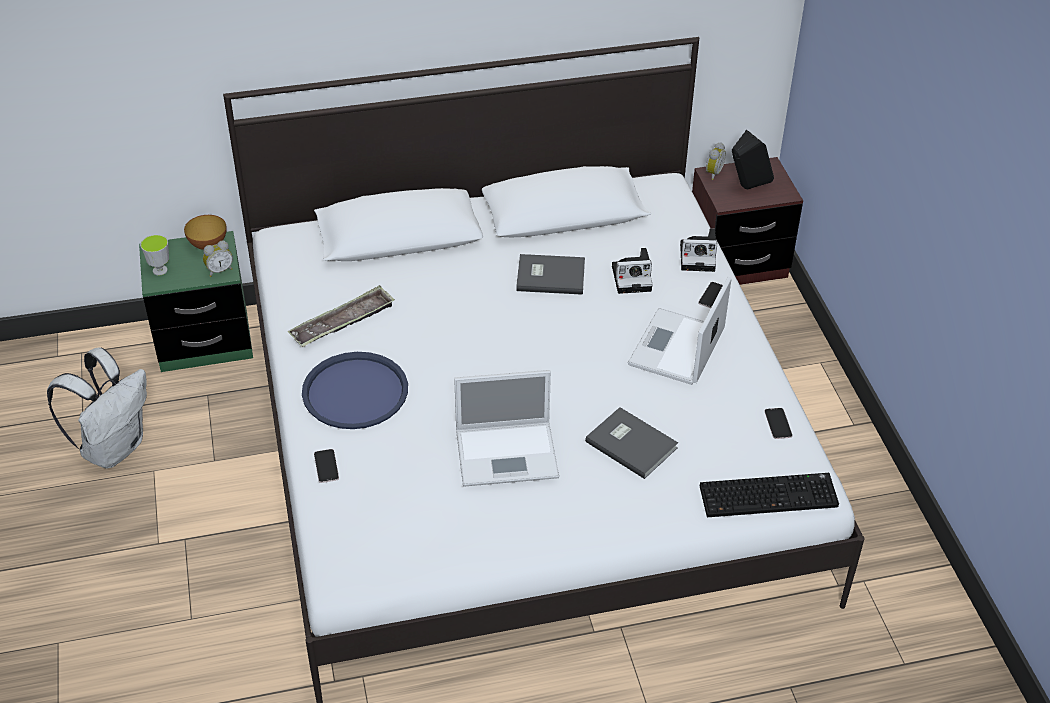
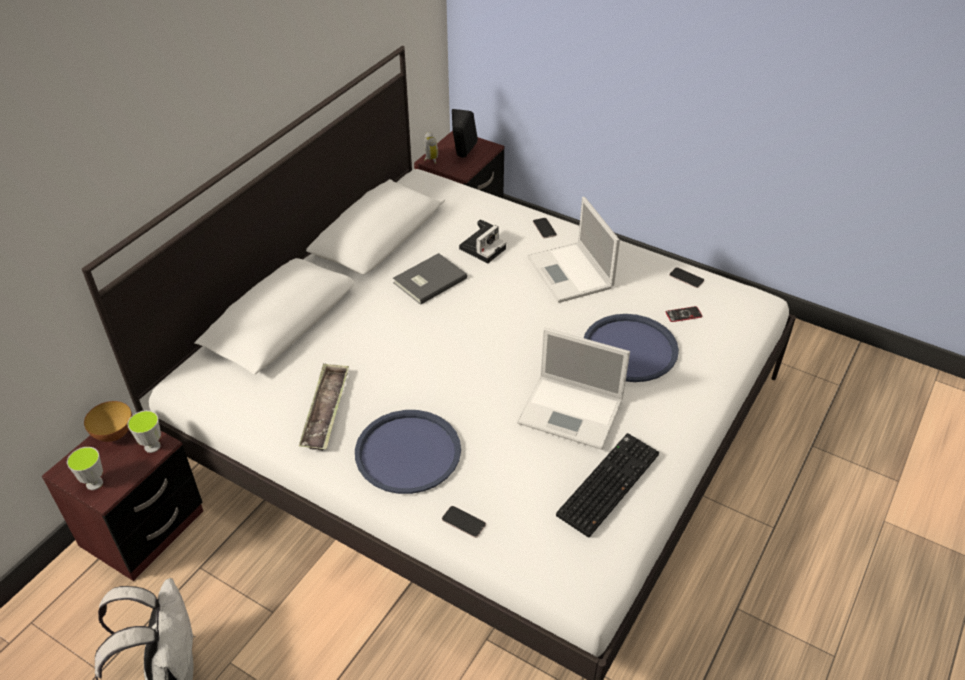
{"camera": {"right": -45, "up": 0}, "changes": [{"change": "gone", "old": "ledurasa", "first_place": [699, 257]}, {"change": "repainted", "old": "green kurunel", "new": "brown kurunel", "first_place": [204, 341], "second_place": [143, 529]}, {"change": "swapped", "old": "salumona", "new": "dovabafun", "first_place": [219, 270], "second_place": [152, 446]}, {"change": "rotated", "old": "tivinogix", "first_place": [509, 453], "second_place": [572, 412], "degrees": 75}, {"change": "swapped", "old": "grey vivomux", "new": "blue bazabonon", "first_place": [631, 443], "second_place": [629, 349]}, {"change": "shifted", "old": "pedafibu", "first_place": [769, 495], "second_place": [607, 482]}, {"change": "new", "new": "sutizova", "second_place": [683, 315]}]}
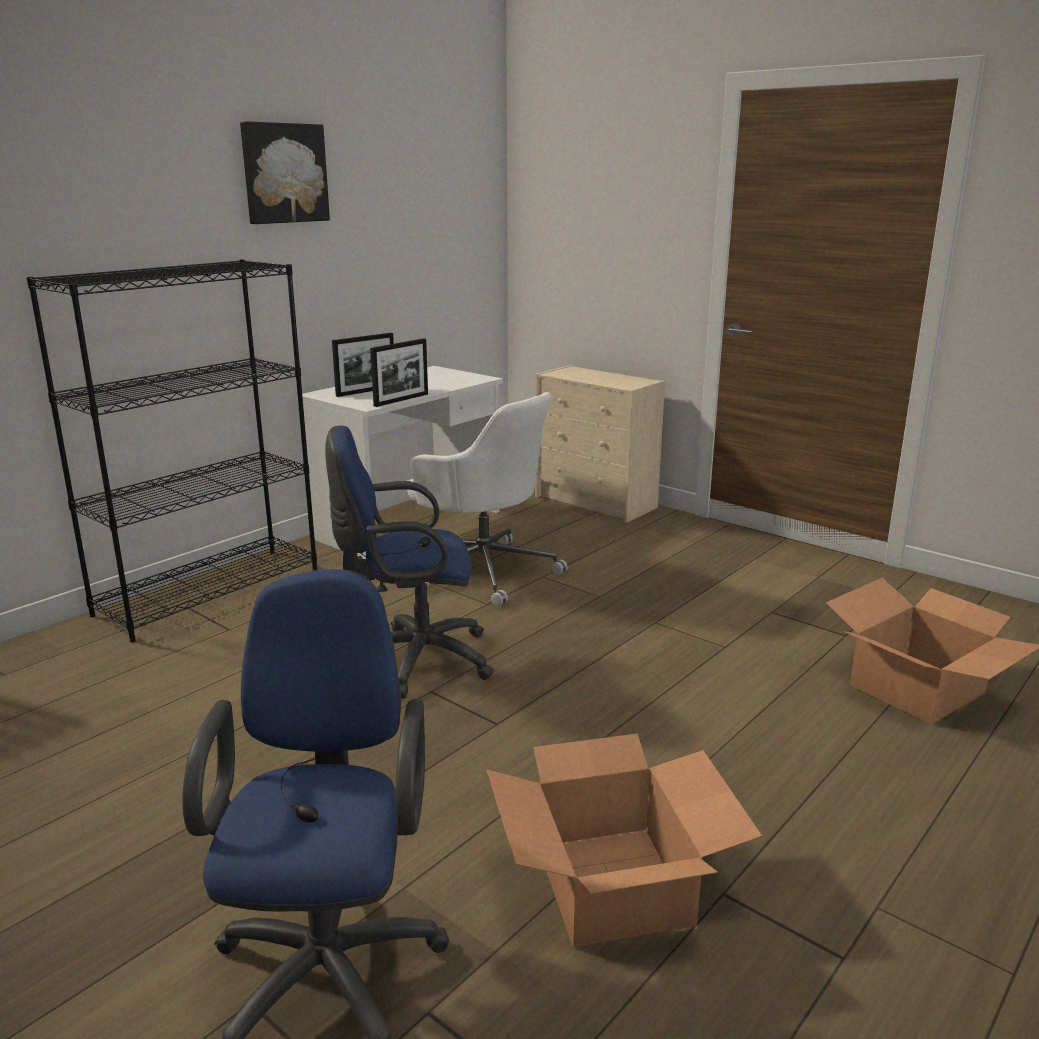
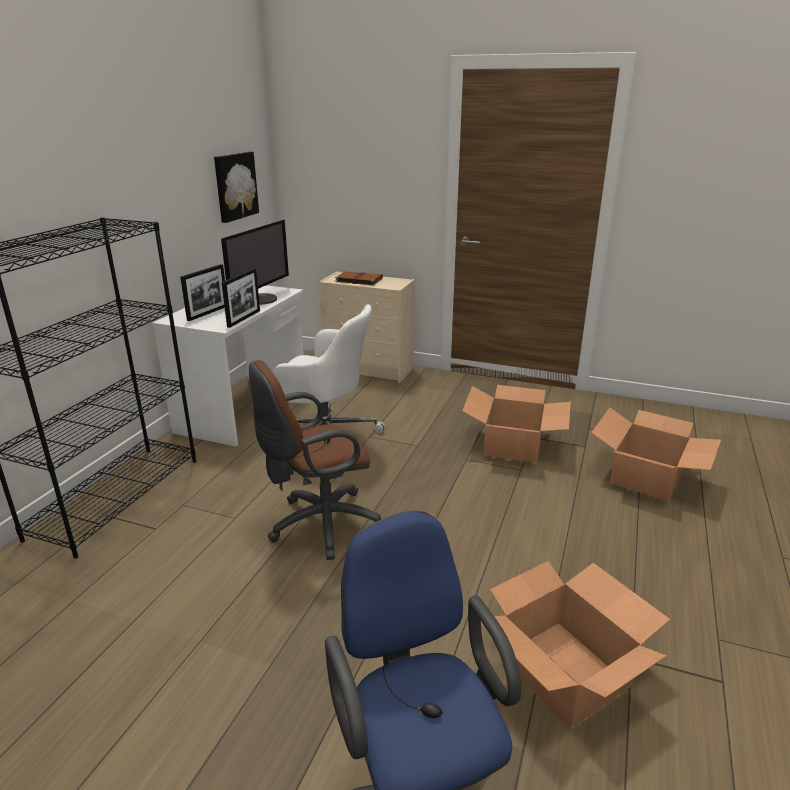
{"camera": {"right": -20, "up": 5}, "changes": [{"change": "shifted", "old": "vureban", "first_place": [284, 173], "second_place": [235, 186]}, {"change": "repainted", "old": "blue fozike", "new": "brown fozike", "first_place": [412, 660], "second_place": [319, 525]}, {"change": "new", "new": "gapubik", "second_place": [260, 299]}, {"change": "new", "new": "brown vivomux", "second_place": [358, 280]}, {"change": "new", "new": "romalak", "second_place": [514, 444]}]}
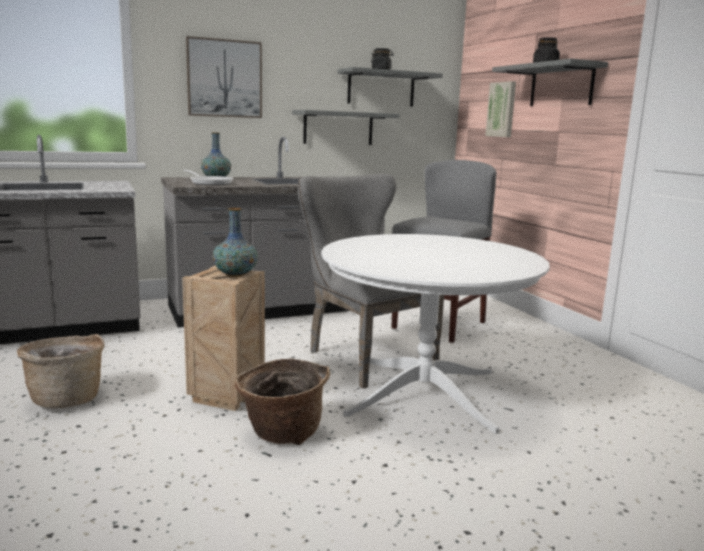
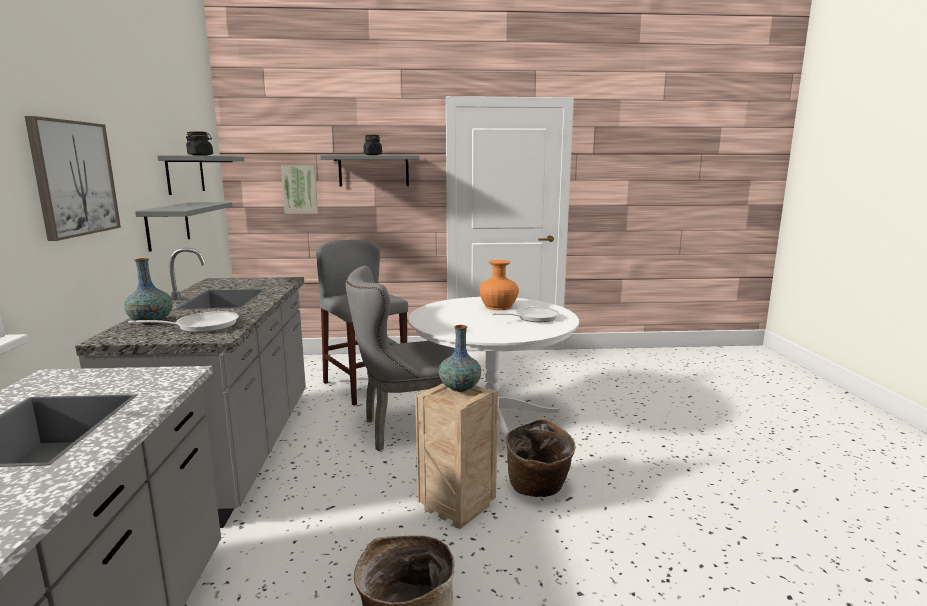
{"camera": {"right": -70, "up": 0}, "changes": [{"change": "new", "new": "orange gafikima", "second_place": [498, 306]}, {"change": "new", "new": "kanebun", "second_place": [532, 318]}]}
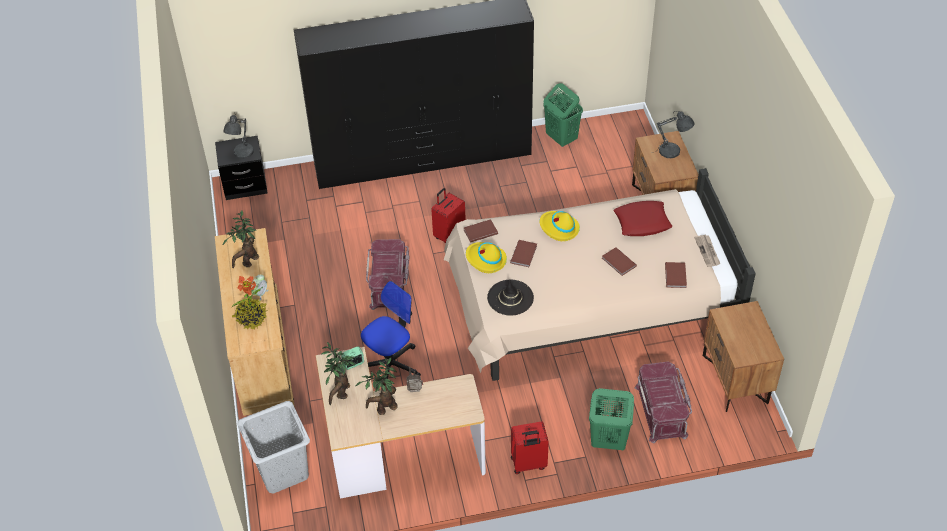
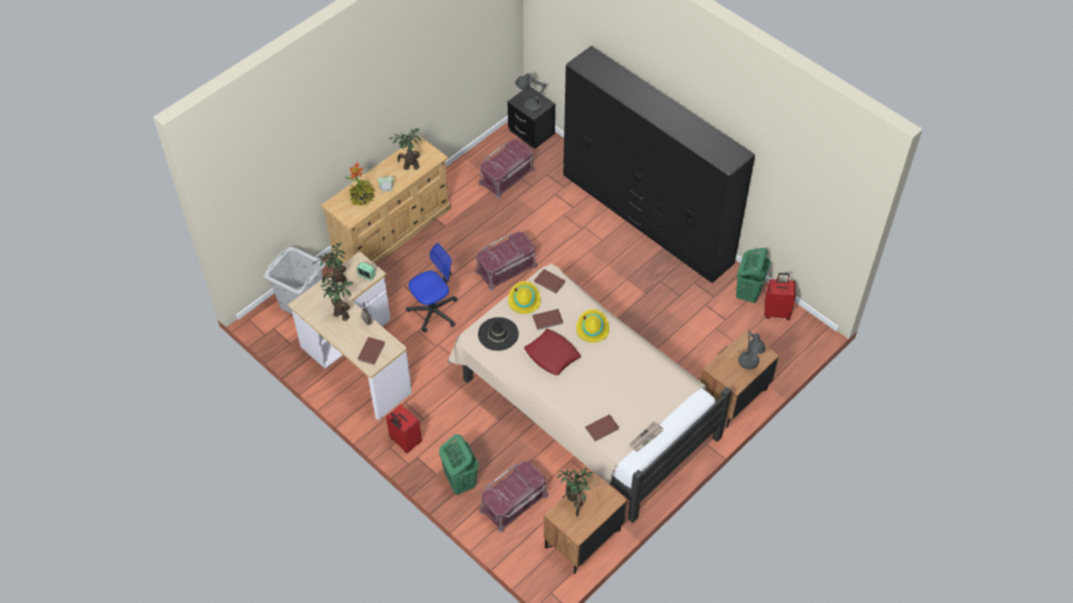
{"camera": {"right": 55, "up": 5}, "changes": [{"change": "shifted", "old": "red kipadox", "first_place": [449, 235], "second_place": [776, 312]}, {"change": "shifted", "old": "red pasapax", "first_place": [642, 222], "second_place": [552, 355]}, {"change": "shifted", "old": "brown vivomux", "first_place": [618, 263], "second_place": [370, 351]}, {"change": "rotated", "old": "fozike", "first_place": [391, 364], "second_place": [433, 311], "degrees": -45}, {"change": "new", "new": "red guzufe", "second_place": [507, 177]}, {"change": "new", "new": "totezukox", "second_place": [575, 503]}]}
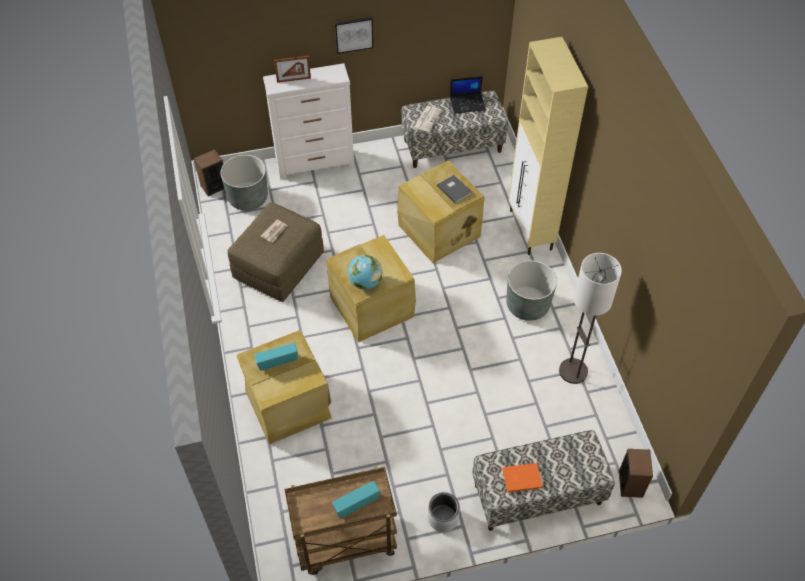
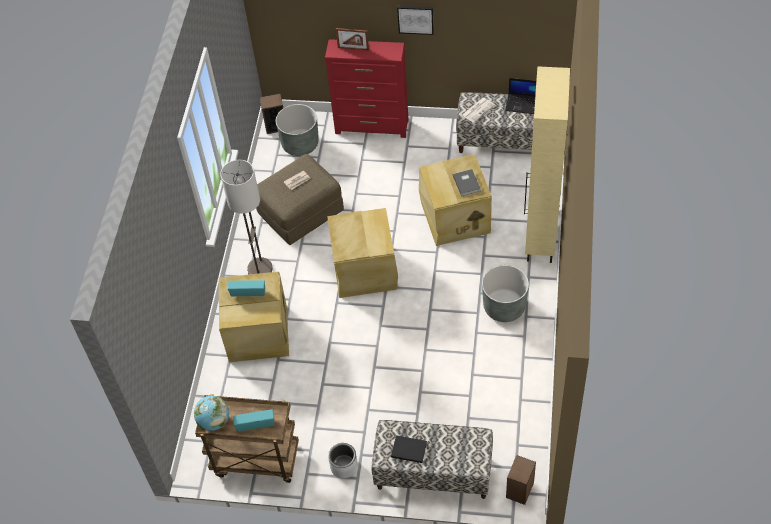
{"camera": {"right": 25, "up": 0}, "changes": [{"change": "repainted", "old": "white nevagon", "new": "red nevagon", "first_place": [316, 163], "second_place": [372, 127]}, {"change": "shifted", "old": "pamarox", "first_place": [573, 371], "second_place": [260, 269]}, {"change": "shifted", "old": "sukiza", "first_place": [365, 282], "second_place": [214, 421]}, {"change": "repainted", "old": "orange vivomux", "new": "black vivomux", "first_place": [521, 477], "second_place": [408, 449]}]}
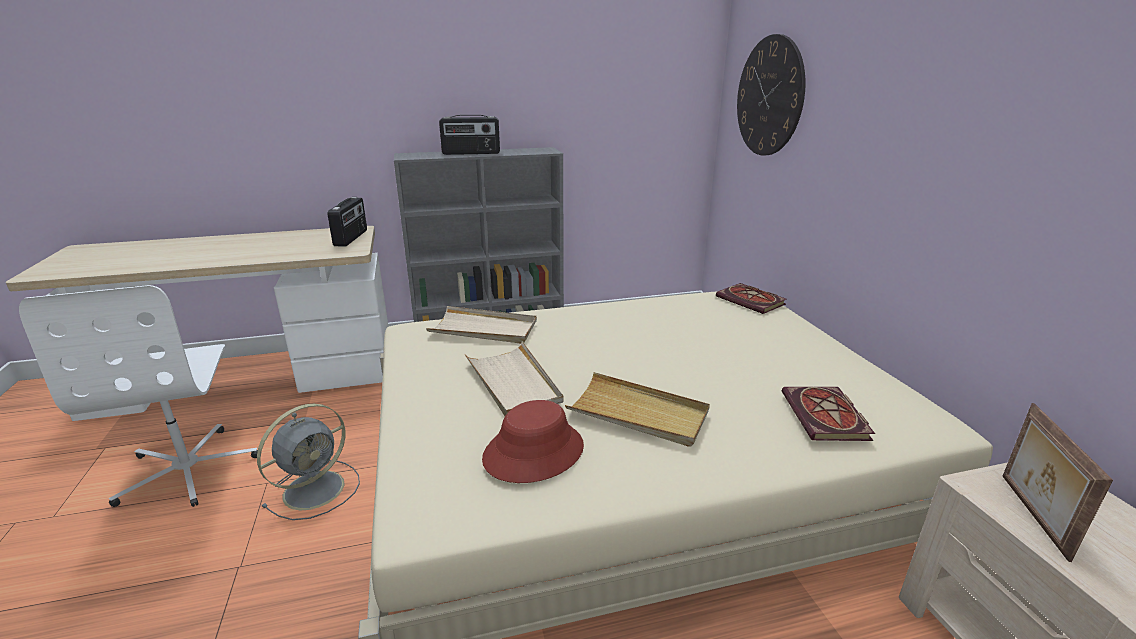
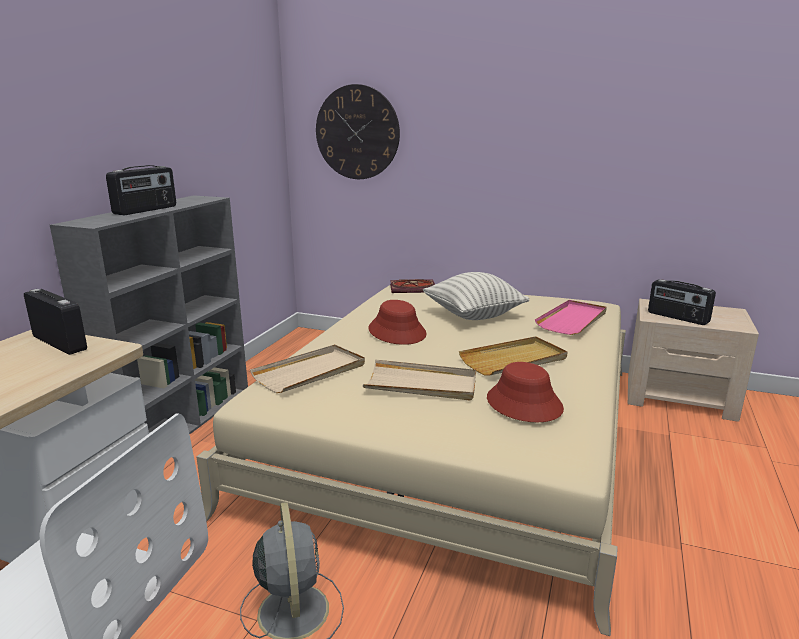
{"camera": {"right": -55, "up": -5}, "changes": [{"change": "swapped", "old": "vivomux", "new": "pink bazabonon", "first_place": [827, 417], "second_place": [572, 320]}, {"change": "swapped", "old": "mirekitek", "new": "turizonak", "first_place": [1031, 515], "second_place": [677, 317]}, {"change": "new", "new": "pasapax", "second_place": [473, 315]}, {"change": "new", "new": "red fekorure", "second_place": [397, 332]}]}
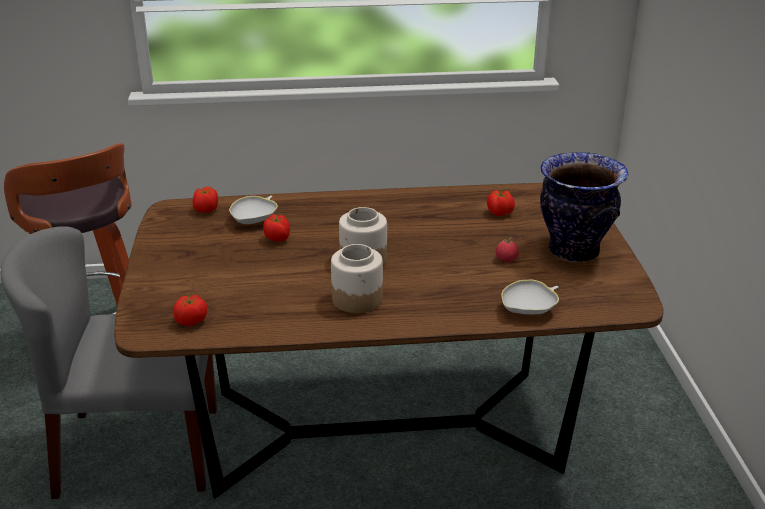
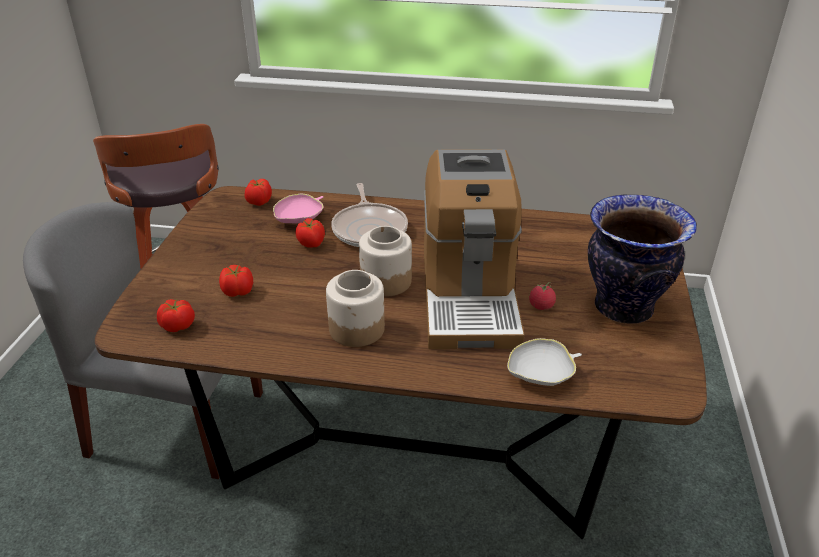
{"camera": {"right": 15, "up": 5}, "changes": [{"change": "shifted", "old": "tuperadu", "first_place": [500, 213], "second_place": [238, 292]}, {"change": "repainted", "old": "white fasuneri", "new": "pink fasuneri", "first_place": [254, 219], "second_place": [299, 219]}, {"change": "new", "new": "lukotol", "second_place": [469, 297]}, {"change": "new", "new": "kanebun", "second_place": [369, 229]}]}
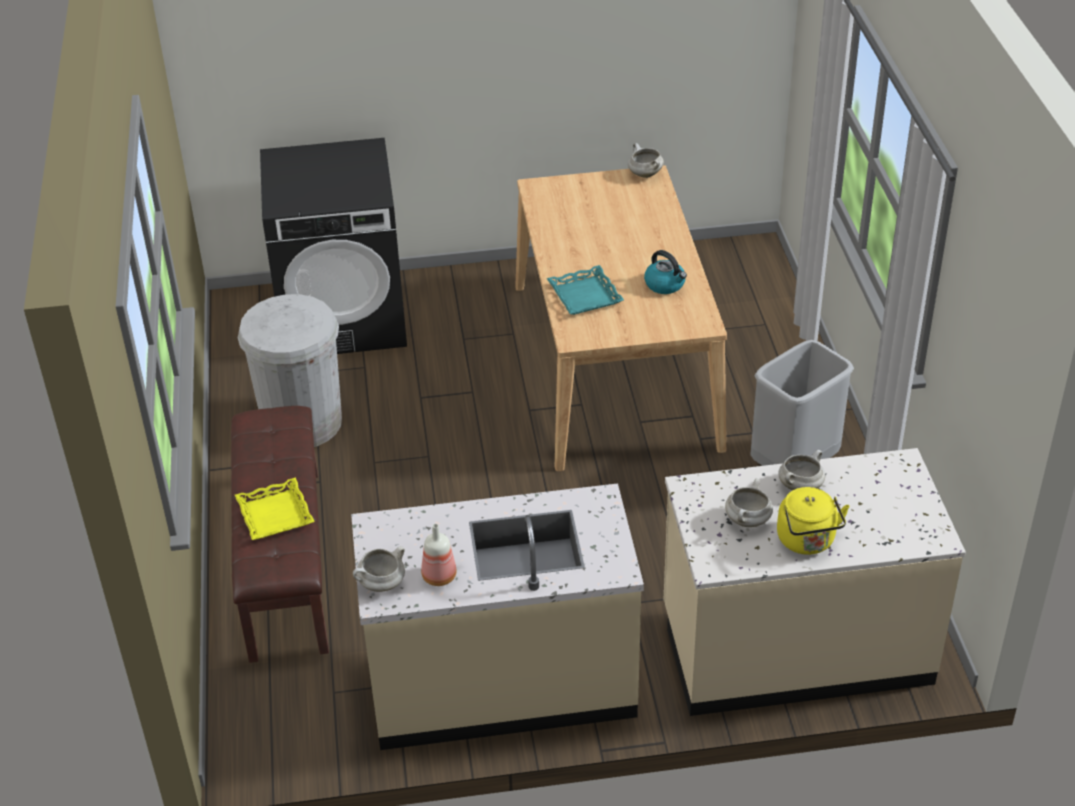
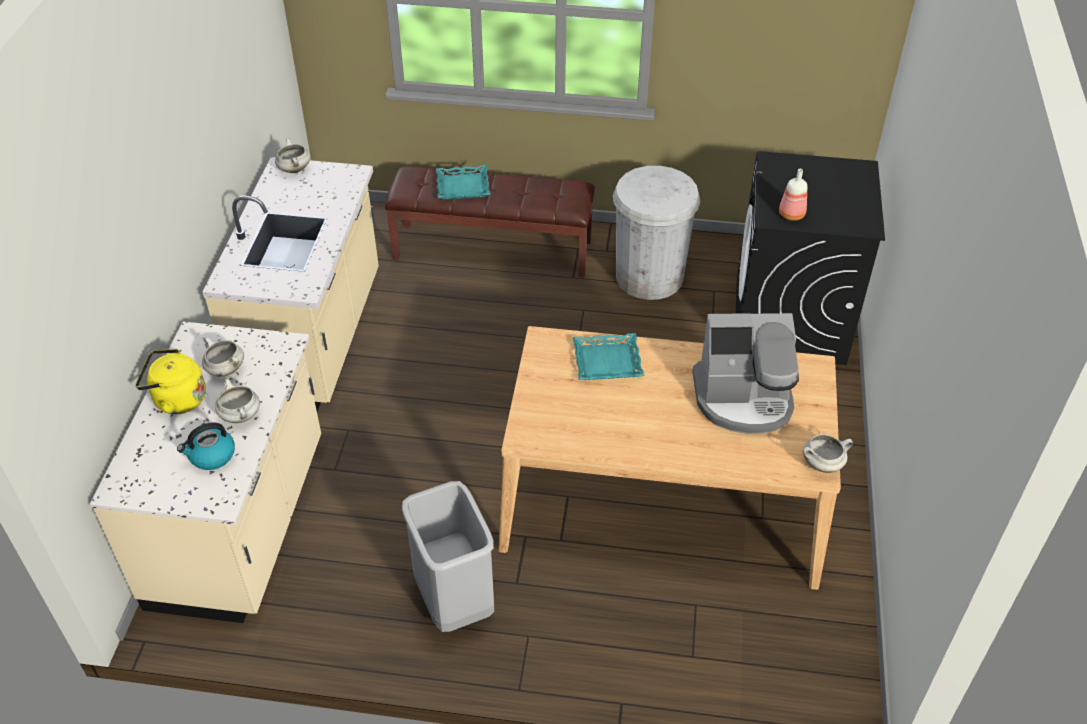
{"camera": {"right": 105, "up": 5}, "changes": [{"change": "shifted", "old": "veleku", "first_place": [665, 284], "second_place": [211, 456]}, {"change": "repainted", "old": "yellow bazabonon", "new": "turquoise bazabonon", "first_place": [274, 514], "second_place": [463, 186]}, {"change": "shifted", "old": "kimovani", "first_place": [438, 577], "second_place": [790, 214]}, {"change": "new", "new": "lukotol", "second_place": [743, 399]}]}
